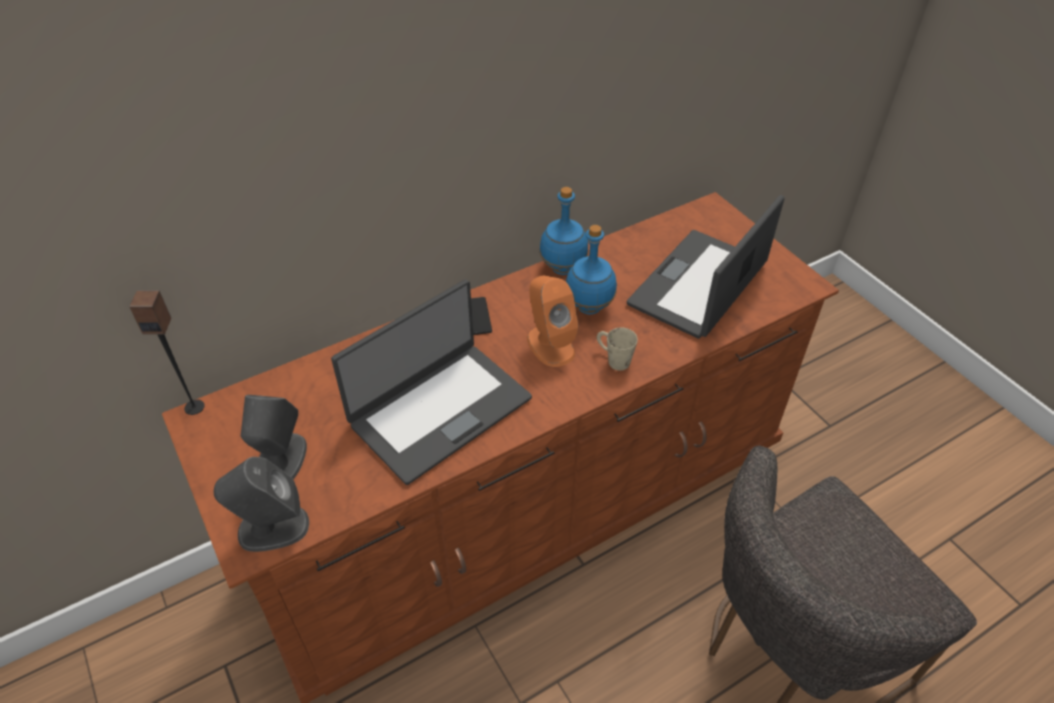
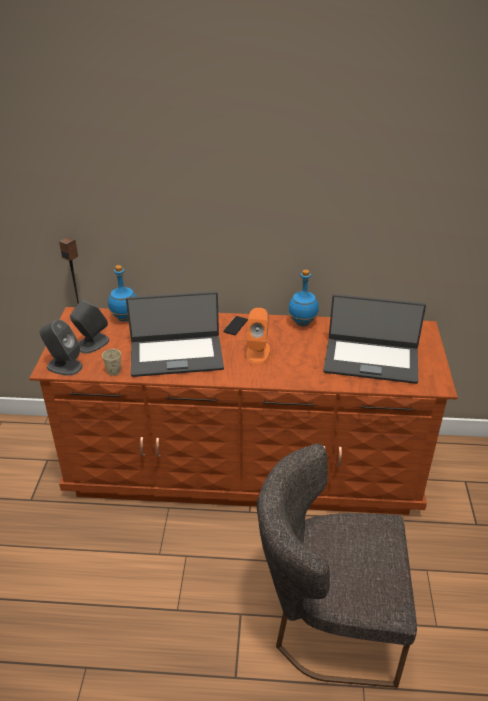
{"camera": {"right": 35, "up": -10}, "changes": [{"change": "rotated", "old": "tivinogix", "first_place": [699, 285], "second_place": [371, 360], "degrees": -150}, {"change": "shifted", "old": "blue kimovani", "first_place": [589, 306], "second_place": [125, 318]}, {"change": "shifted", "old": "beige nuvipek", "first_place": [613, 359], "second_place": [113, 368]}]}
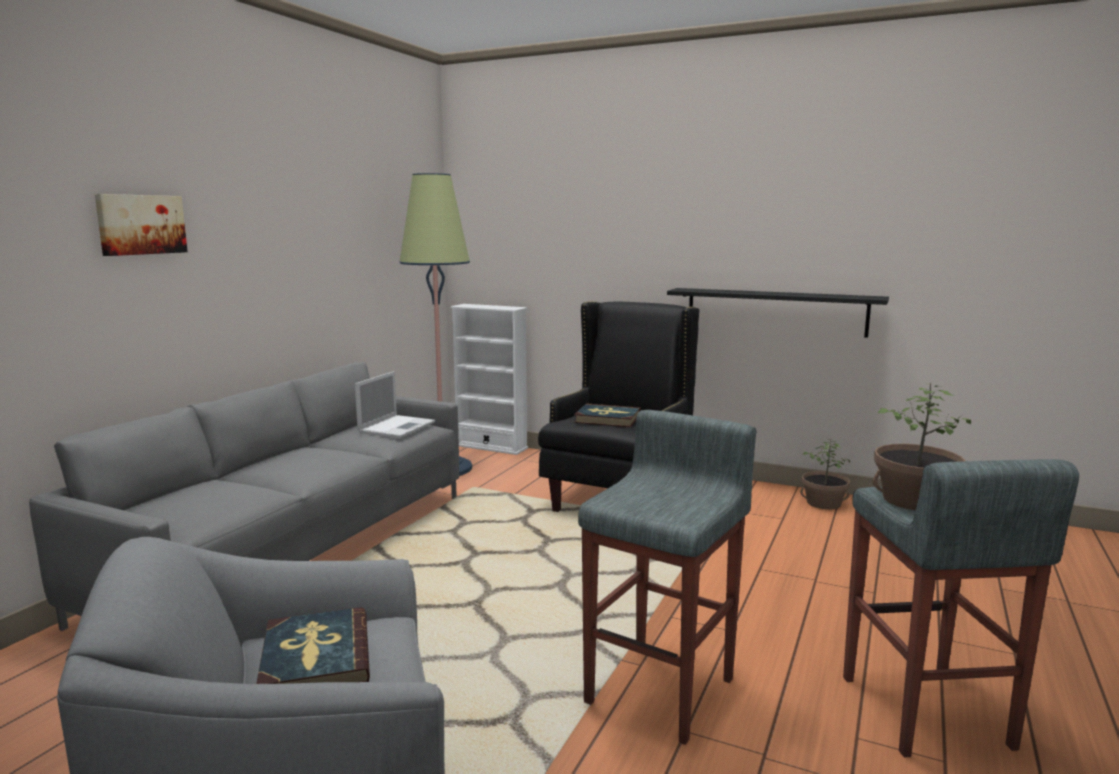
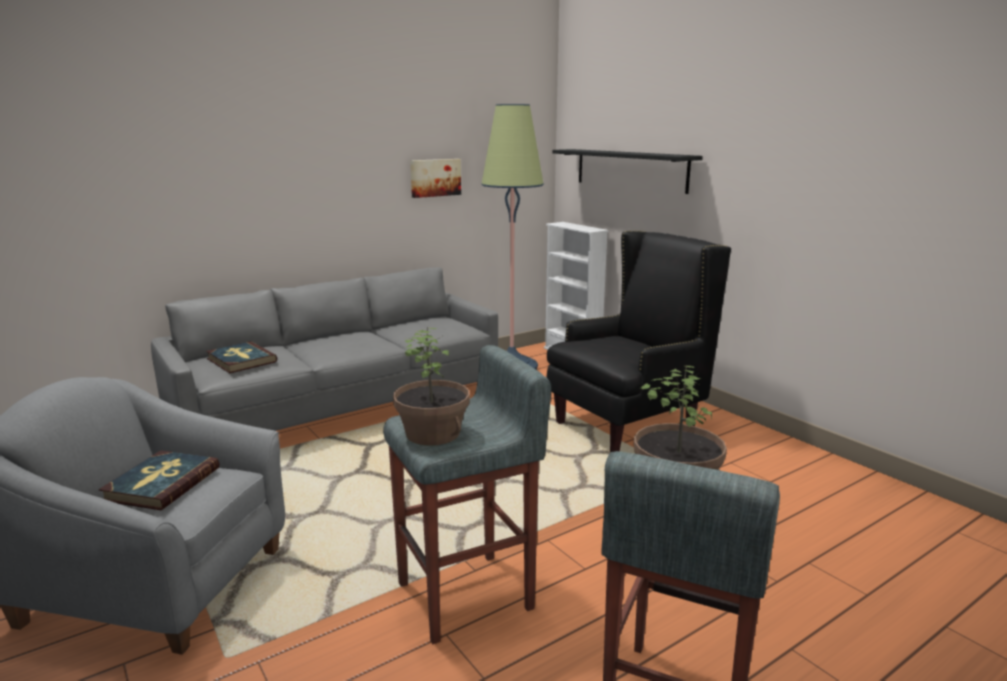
{"camera": {"right": 30, "up": 5}, "changes": [{"change": "shifted", "old": "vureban", "first_place": [140, 224], "second_place": [435, 177]}, {"change": "shifted", "old": "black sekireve", "first_place": [775, 311], "second_place": [630, 169]}, {"change": "gone", "old": "tivinogix", "first_place": [397, 427]}, {"change": "shifted", "old": "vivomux", "first_place": [607, 419], "second_place": [241, 360]}, {"change": "shifted", "old": "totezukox", "first_place": [823, 503], "second_place": [433, 433]}]}
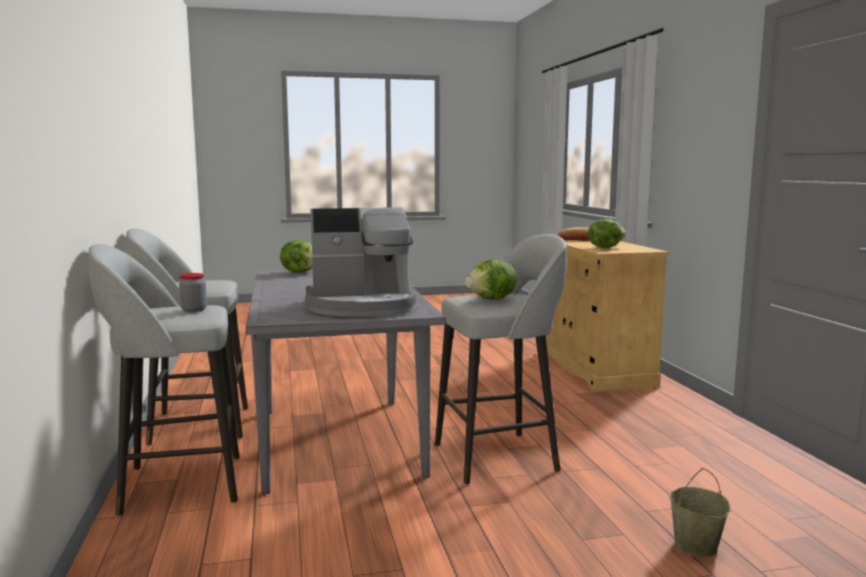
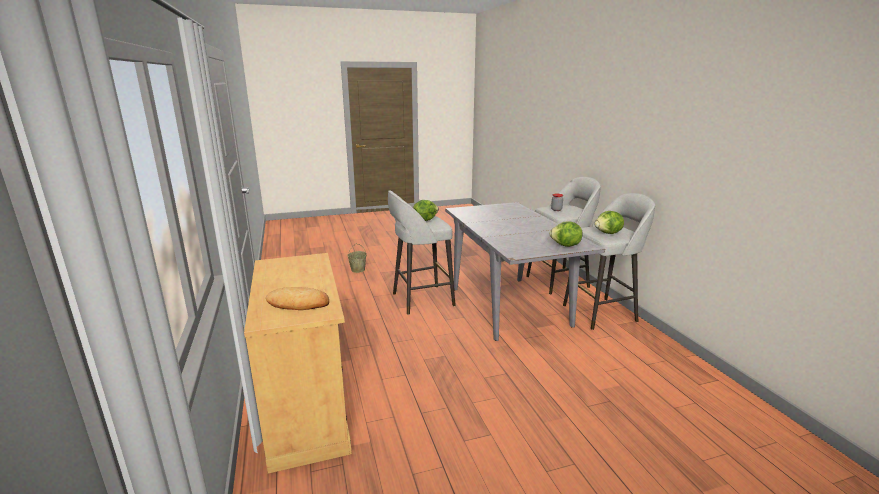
{"camera": {"right": 175, "up": 10}, "changes": [{"change": "gone", "old": "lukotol", "first_place": [361, 306]}, {"change": "shifted", "old": "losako", "first_place": [604, 247], "second_place": [608, 233]}]}
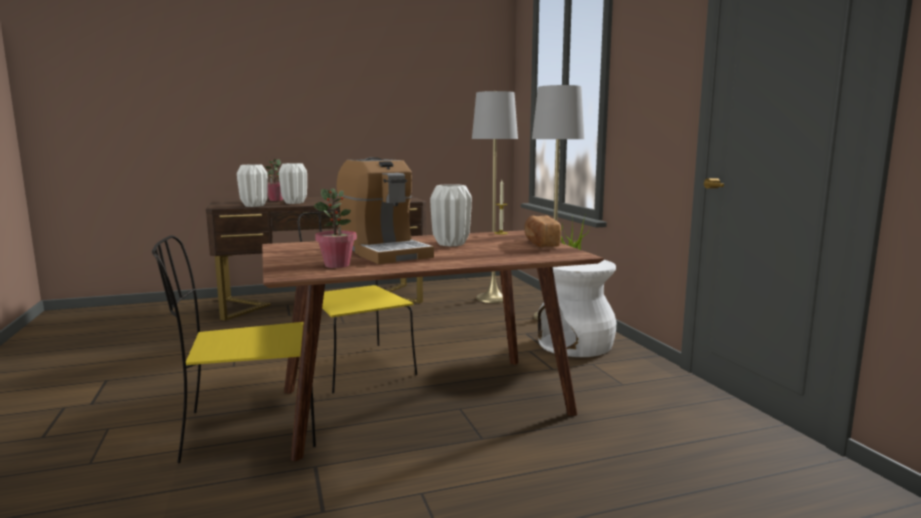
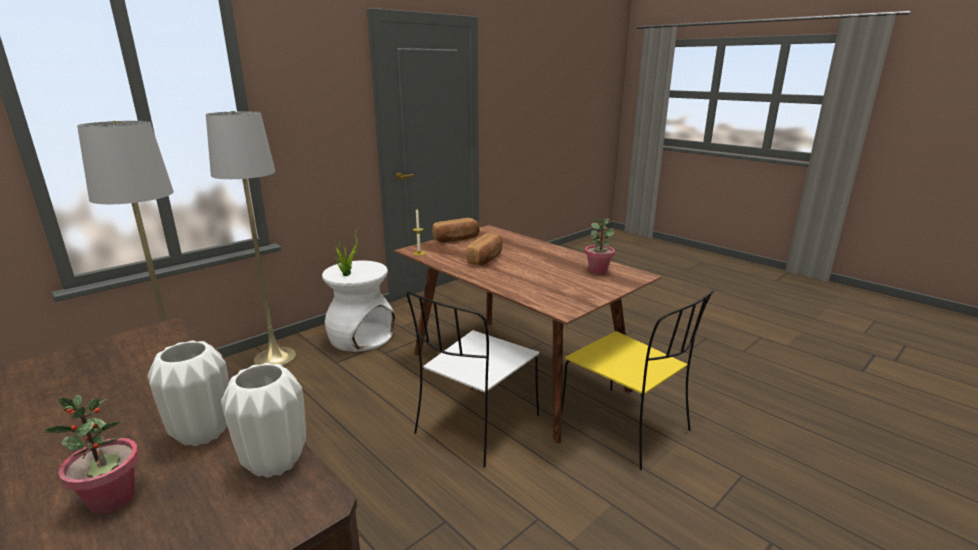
{"camera": {"right": -115, "up": 10}, "changes": [{"change": "gone", "old": "lukotol", "first_place": [383, 252]}, {"change": "swapped", "old": "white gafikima", "new": "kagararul", "first_place": [451, 244], "second_place": [486, 258]}, {"change": "repainted", "old": "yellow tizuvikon", "new": "white tizuvikon", "first_place": [357, 366], "second_place": [476, 426]}]}
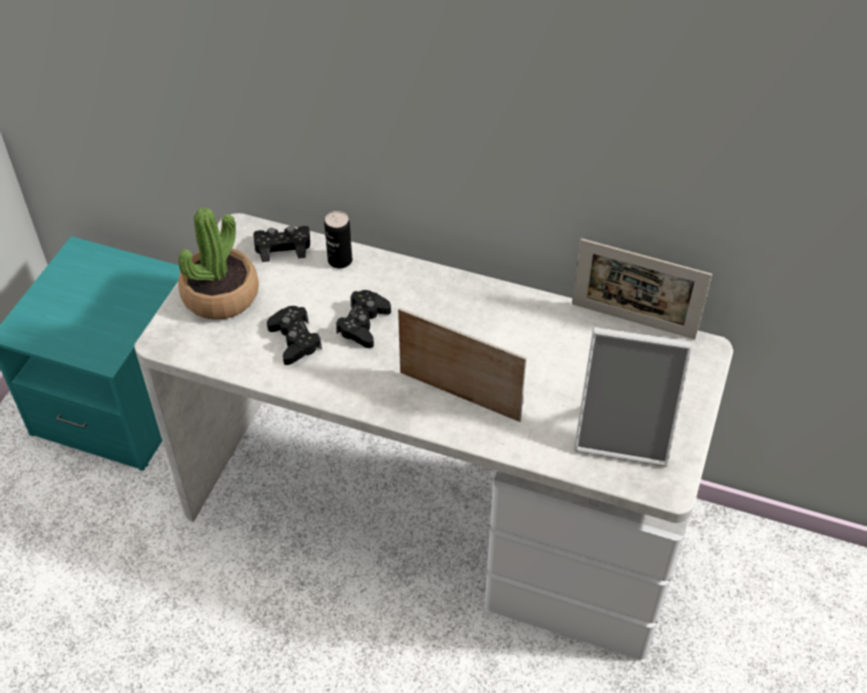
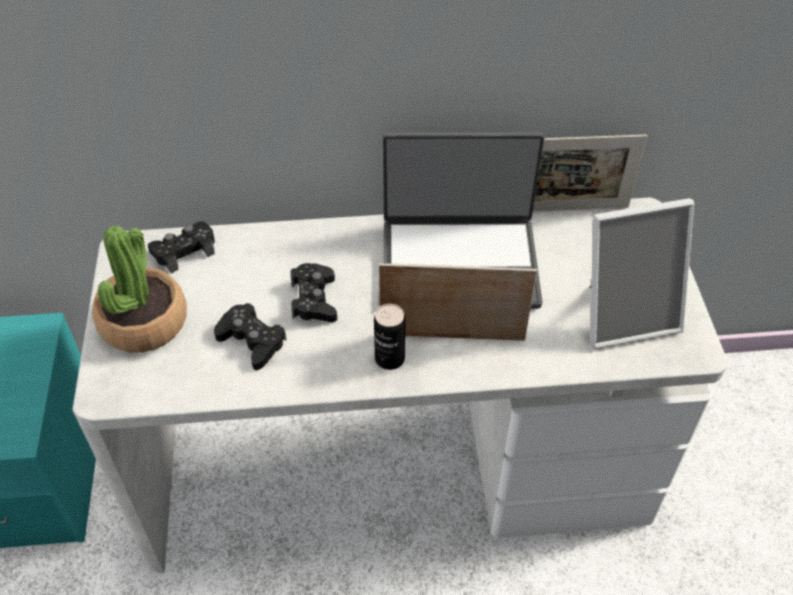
{"camera": {"right": -25, "up": 0}, "changes": [{"change": "shifted", "old": "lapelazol", "first_place": [340, 260], "second_place": [389, 358]}, {"change": "new", "new": "tivinogix", "second_place": [459, 263]}]}
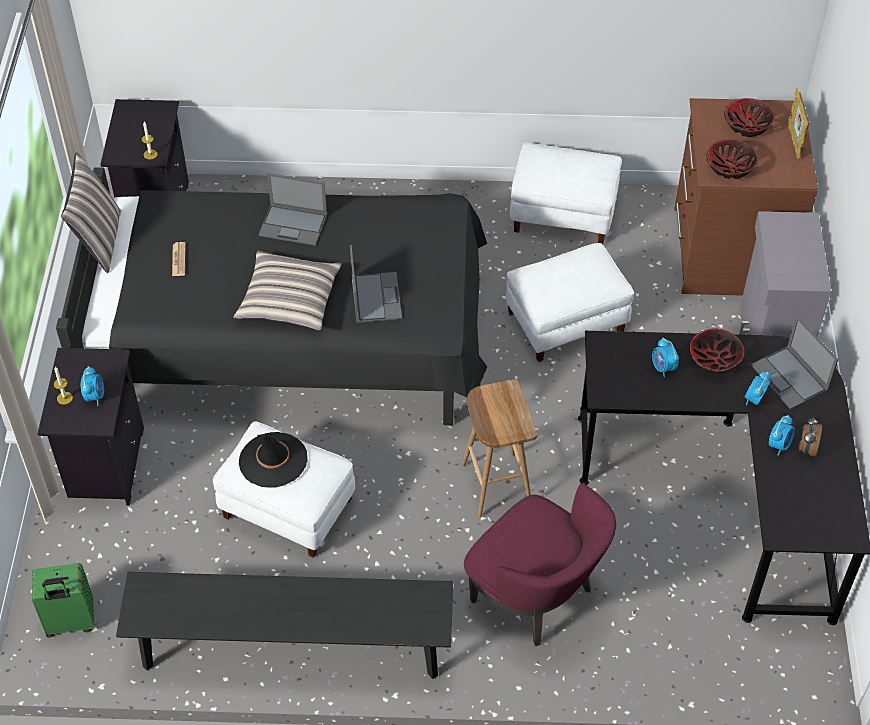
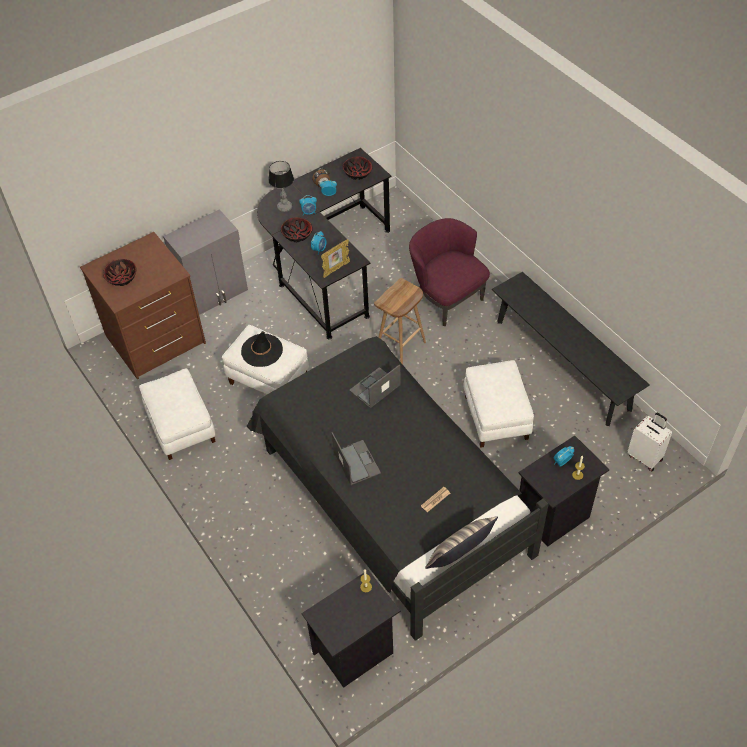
{"camera": {"right": -125, "up": 0}, "changes": [{"change": "shifted", "old": "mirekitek", "first_place": [794, 142], "second_place": [336, 269]}, {"change": "shifted", "old": "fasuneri", "first_place": [729, 168], "second_place": [358, 173]}, {"change": "gone", "old": "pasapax", "first_place": [289, 299]}, {"change": "swapped", "old": "tivinogix", "new": "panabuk", "first_place": [790, 378], "second_place": [284, 207]}, {"change": "shifted", "old": "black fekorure", "first_place": [273, 460], "second_place": [262, 350]}, {"change": "rotated", "old": "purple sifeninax", "first_place": [536, 596], "second_place": [446, 299], "degrees": -45}, {"change": "repainted", "old": "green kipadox", "new": "white kipadox", "first_place": [70, 622], "second_place": [645, 457]}]}
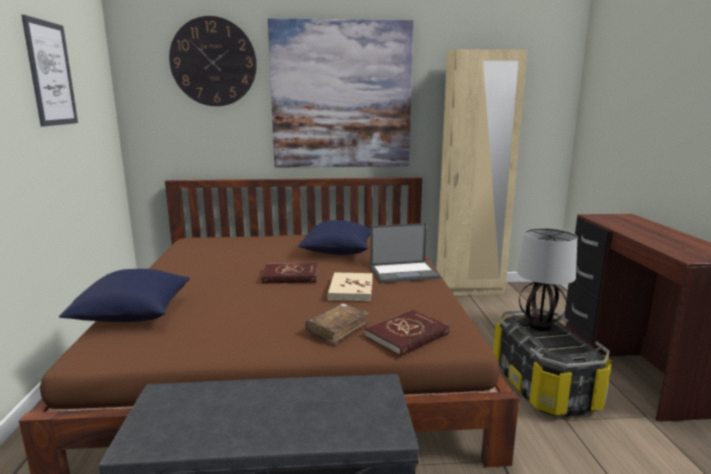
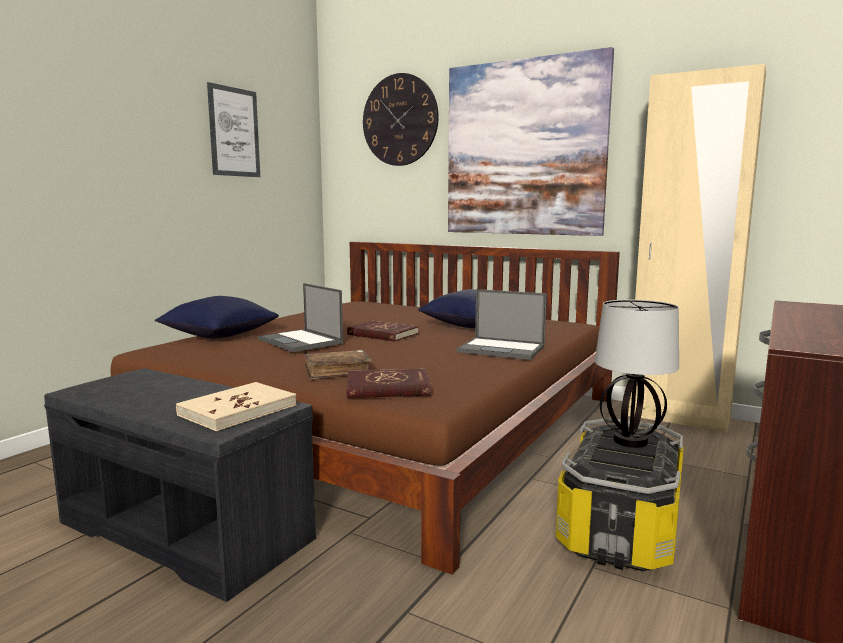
{"camera": {"right": 35, "up": -5}, "changes": [{"change": "shifted", "old": "beige vivomux", "first_place": [350, 289], "second_place": [237, 410]}, {"change": "new", "new": "tivinogix", "second_place": [301, 341]}]}
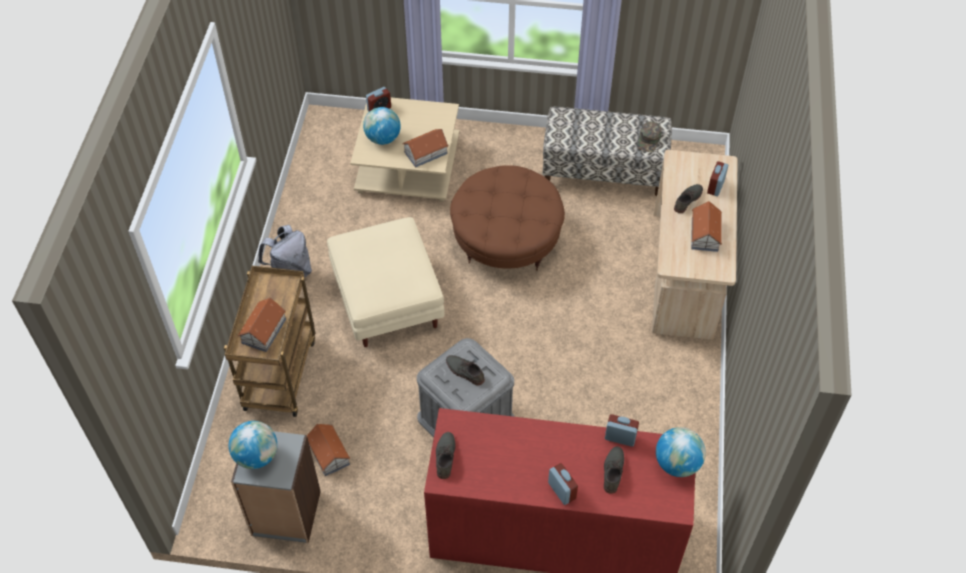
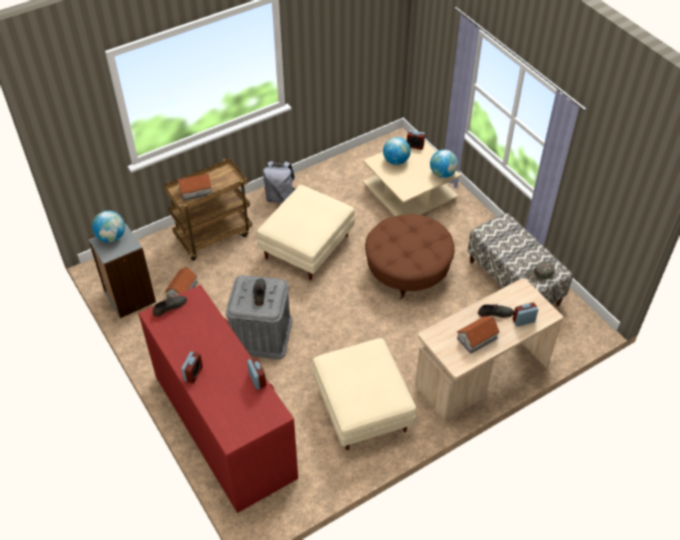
{"camera": {"right": 50, "up": -5}, "changes": [{"change": "gone", "old": "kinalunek", "first_place": [425, 152]}, {"change": "shifted", "old": "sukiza", "first_place": [677, 463], "second_place": [442, 174]}, {"change": "gone", "old": "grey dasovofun", "first_place": [612, 470]}, {"change": "new", "new": "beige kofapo", "second_place": [363, 408]}]}
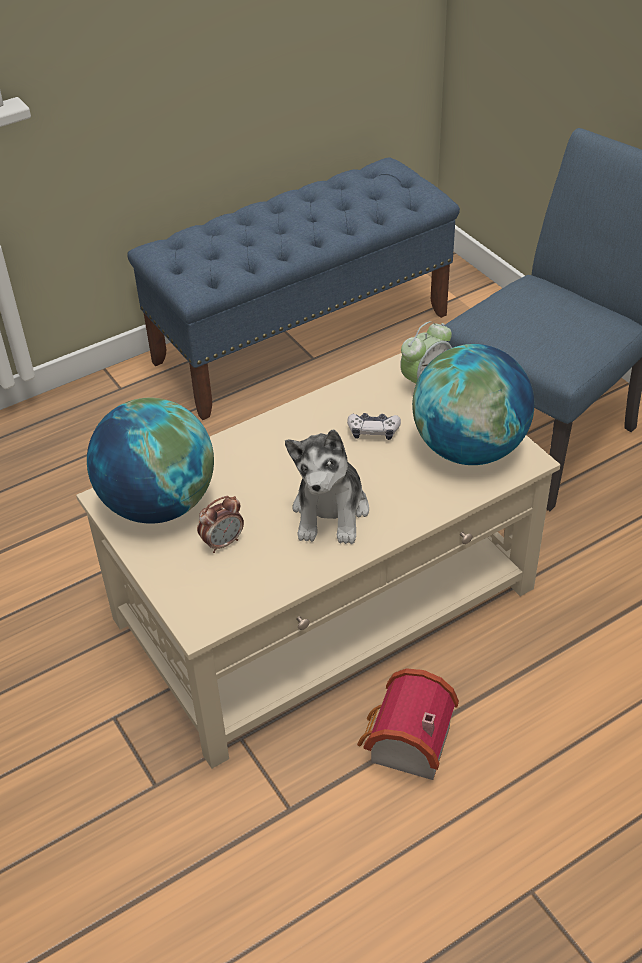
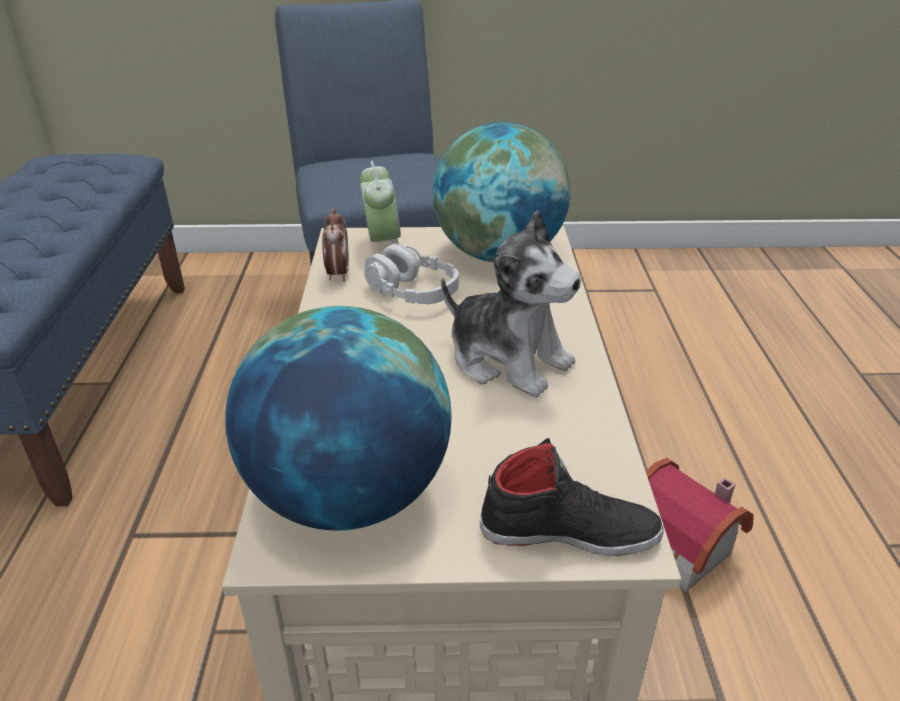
{"camera": {"right": -60, "up": -10}, "changes": [{"change": "swapped", "old": "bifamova", "new": "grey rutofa", "first_place": [373, 431], "second_place": [412, 292]}, {"change": "shifted", "old": "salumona", "first_place": [223, 542], "second_place": [338, 274]}, {"change": "new", "new": "black dasovofun", "second_place": [569, 530]}]}
